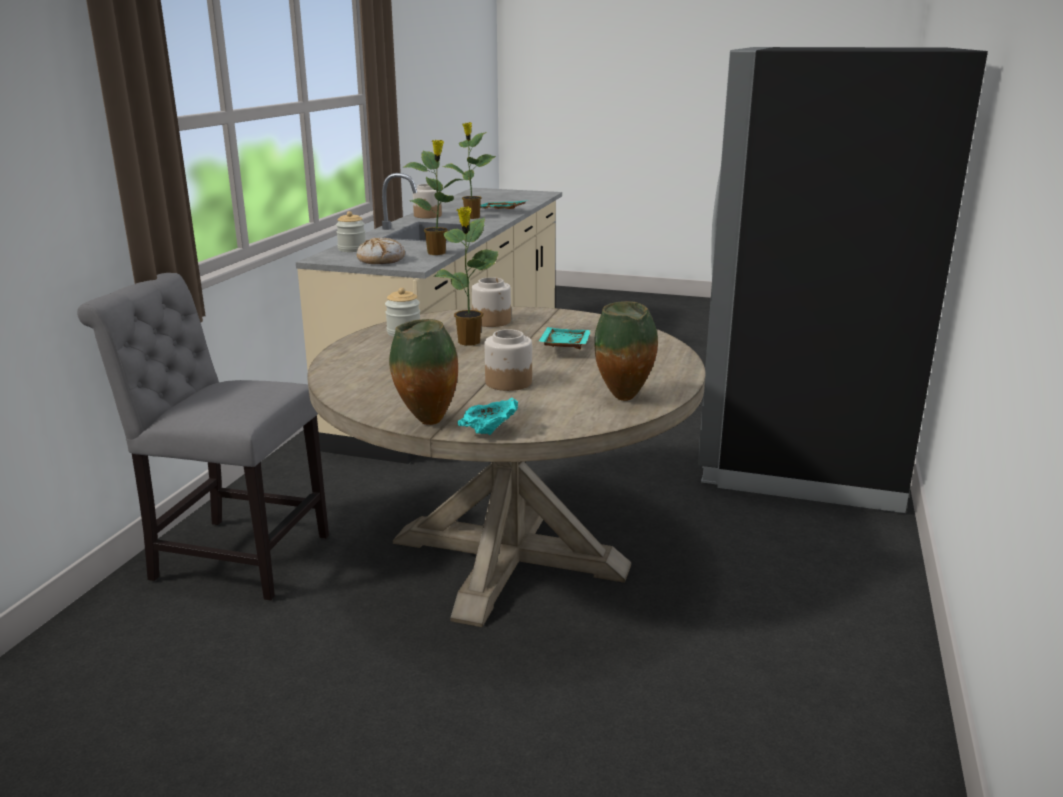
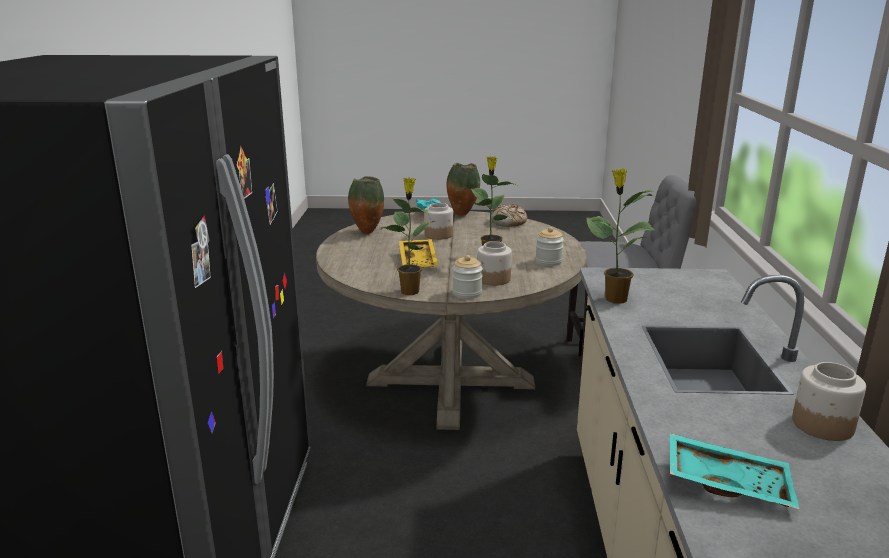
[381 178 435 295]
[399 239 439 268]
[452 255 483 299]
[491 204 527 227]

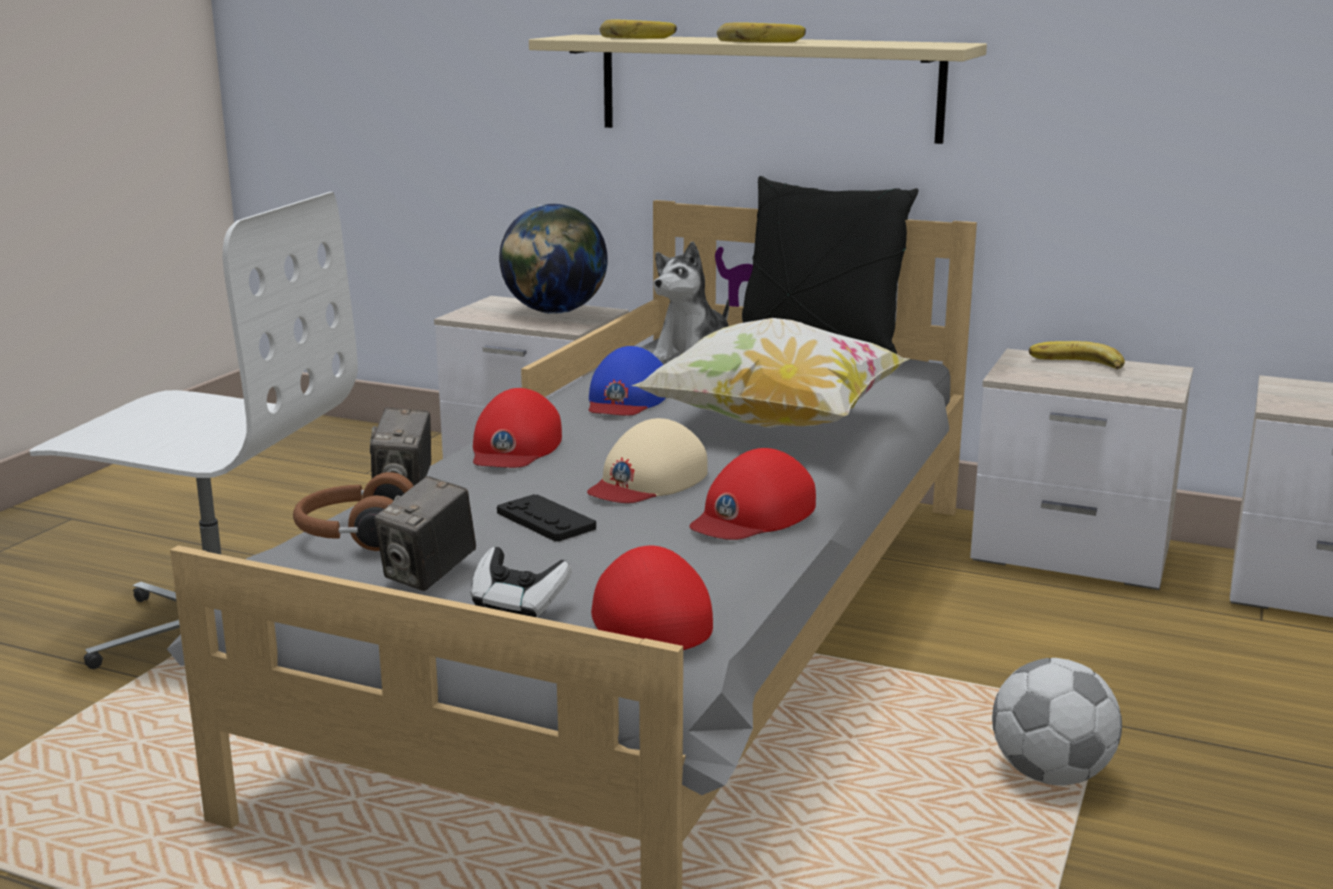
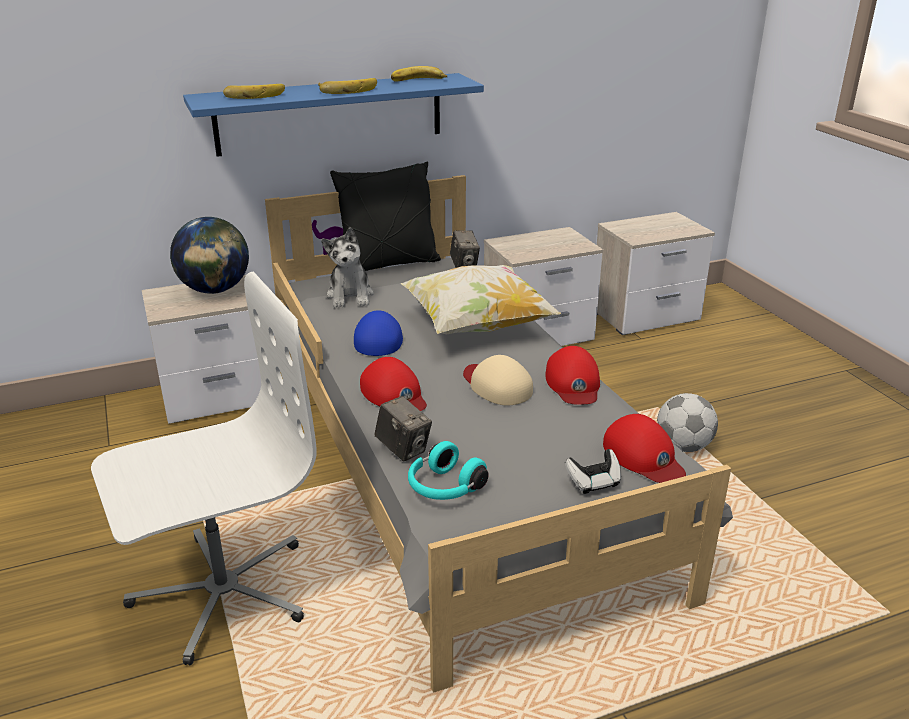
[183 73 484 157]
[354 310 403 356]
[391 66 447 82]
[408 441 489 500]
[450 231 480 268]
[463 355 533 405]
[603 414 686 483]
[497 494 596 541] (first image)

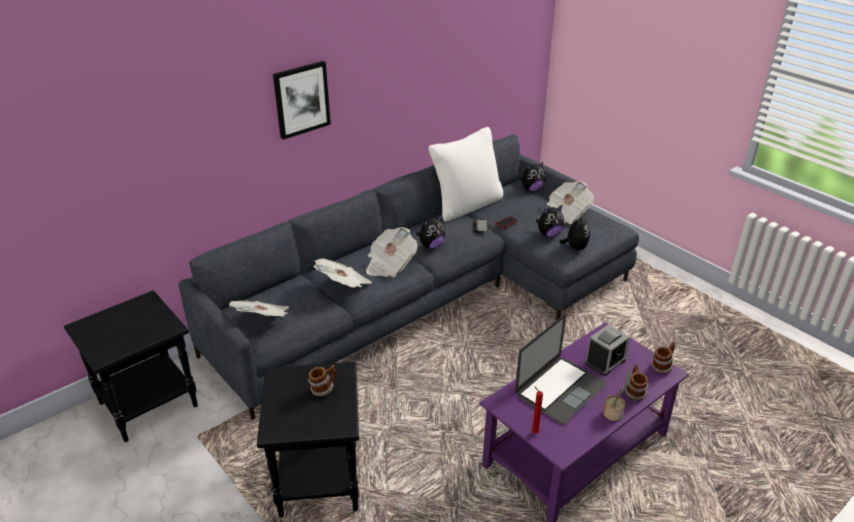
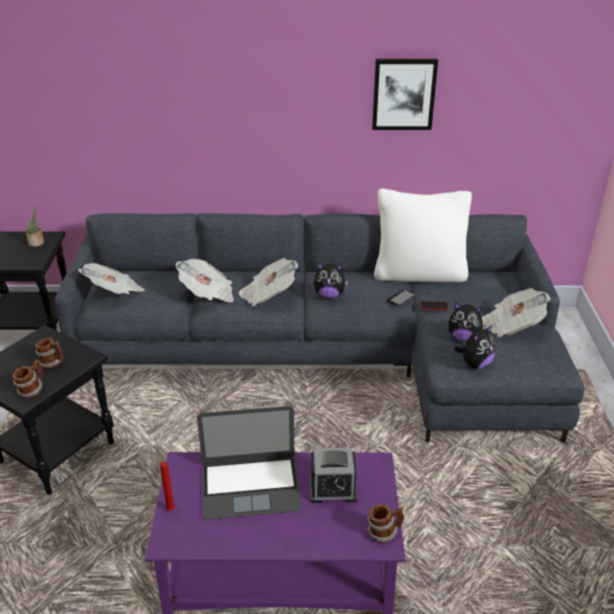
[12 360 43 398]
[26 205 44 247]
[372 59 438 130]
[520 162 545 192] (first image)

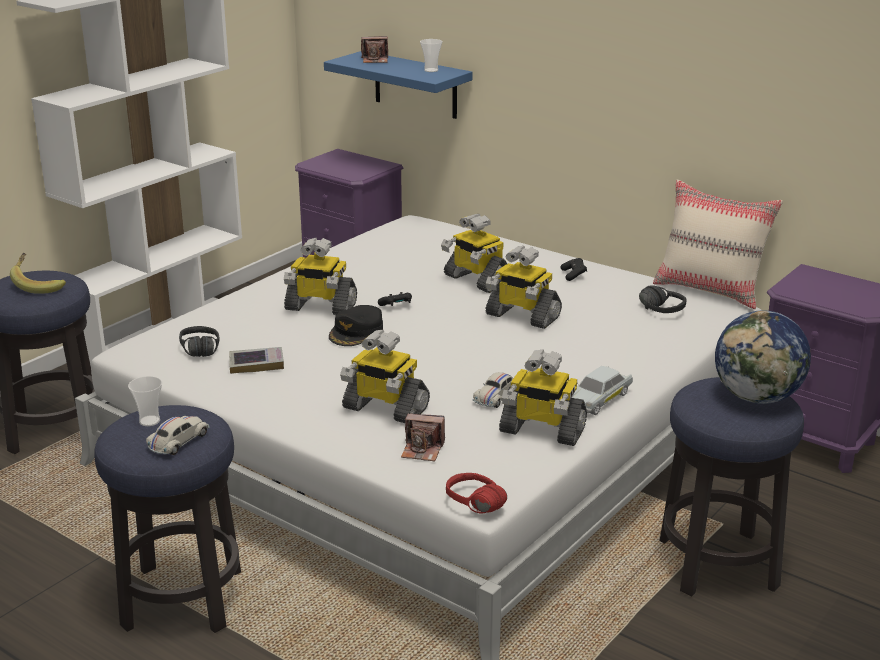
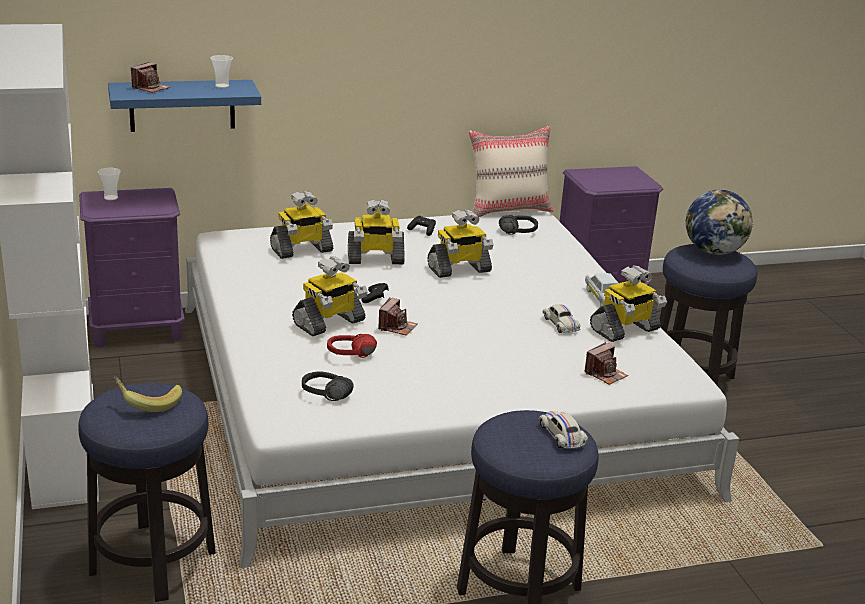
[98 168 121 200]
[270 191 333 259]
[327 334 377 358]
[378 298 417 336]
[229 347 284 374] (first image)

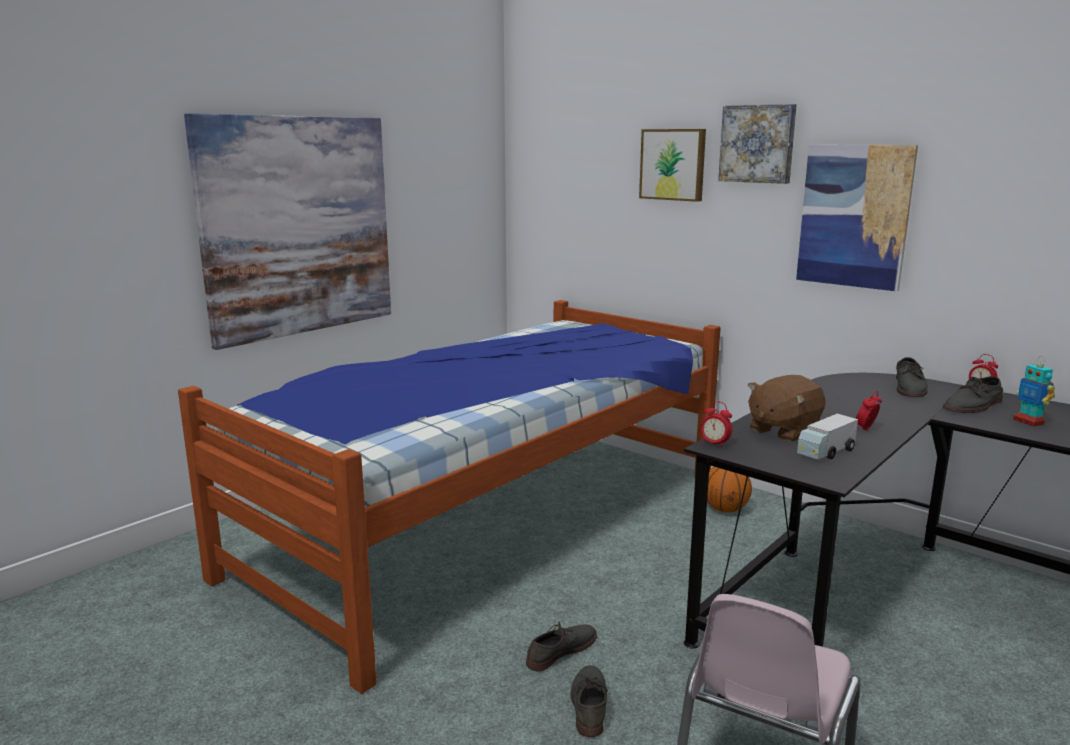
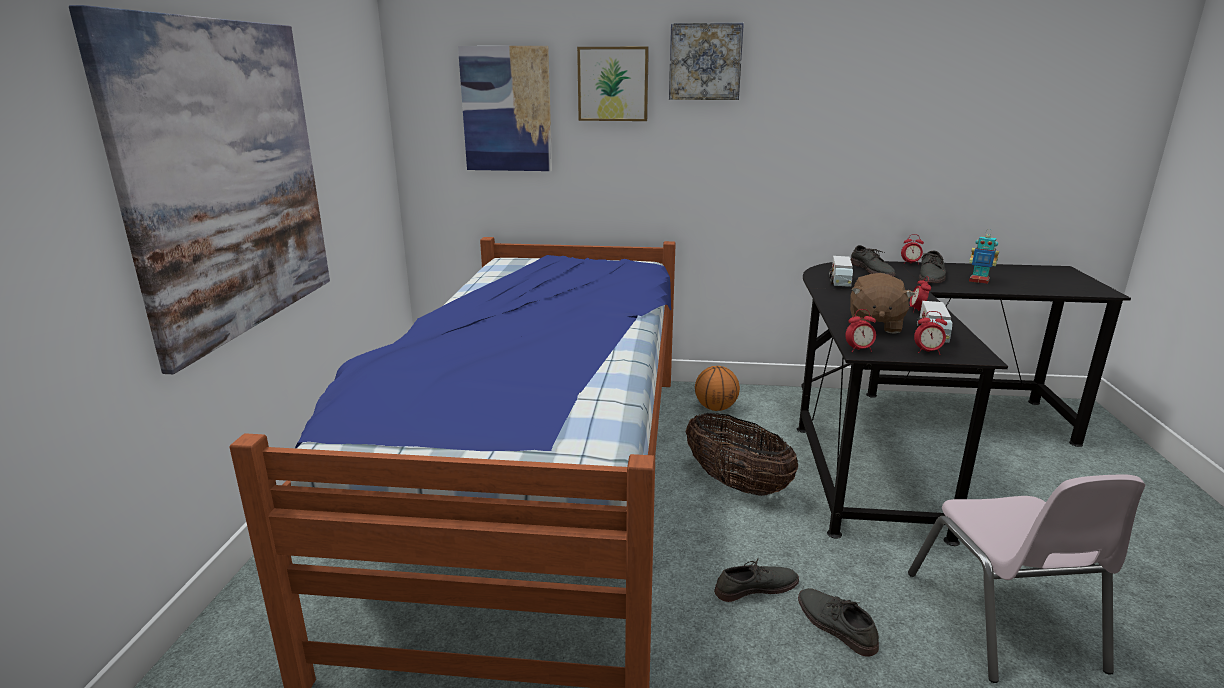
[458 46 552 171]
[686 413 798 496]
[714 559 799 602]
[829 256 853 287]
[914 311 947 355]

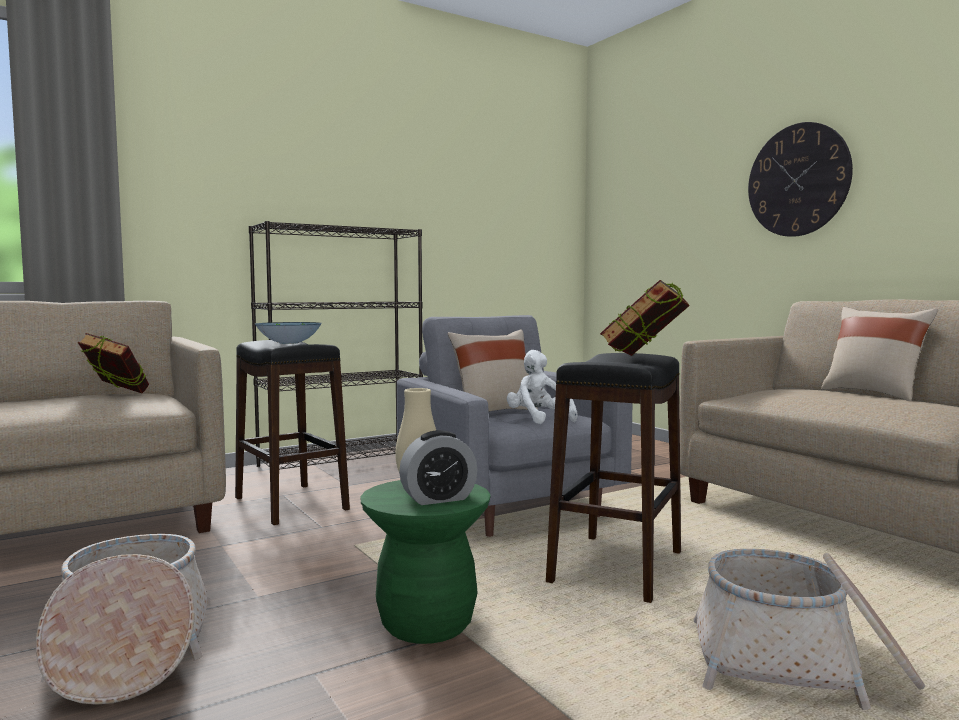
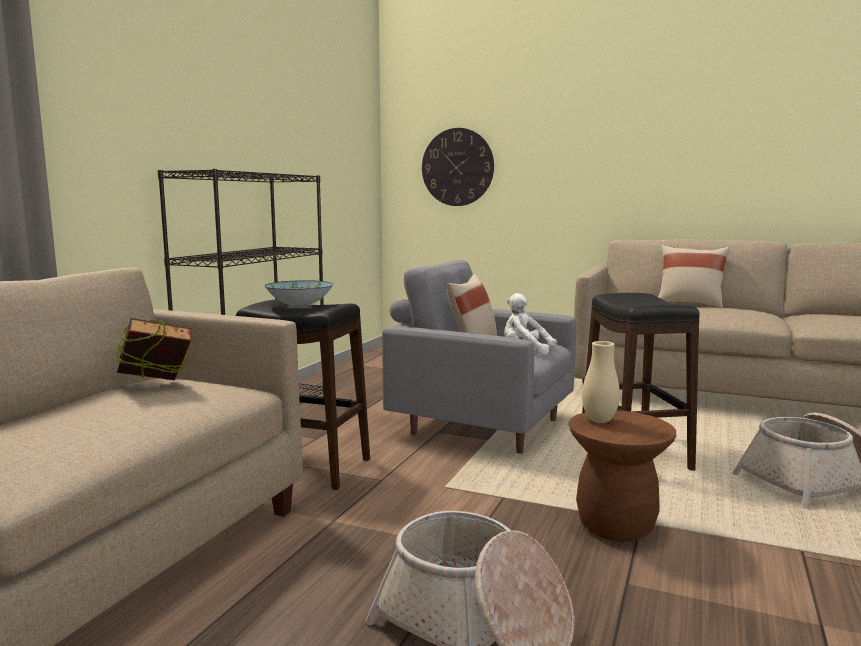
[422 128 494 206]
[568 410 676 542]
[399 430 478 505] (first image)
[600 280 690 356] (first image)

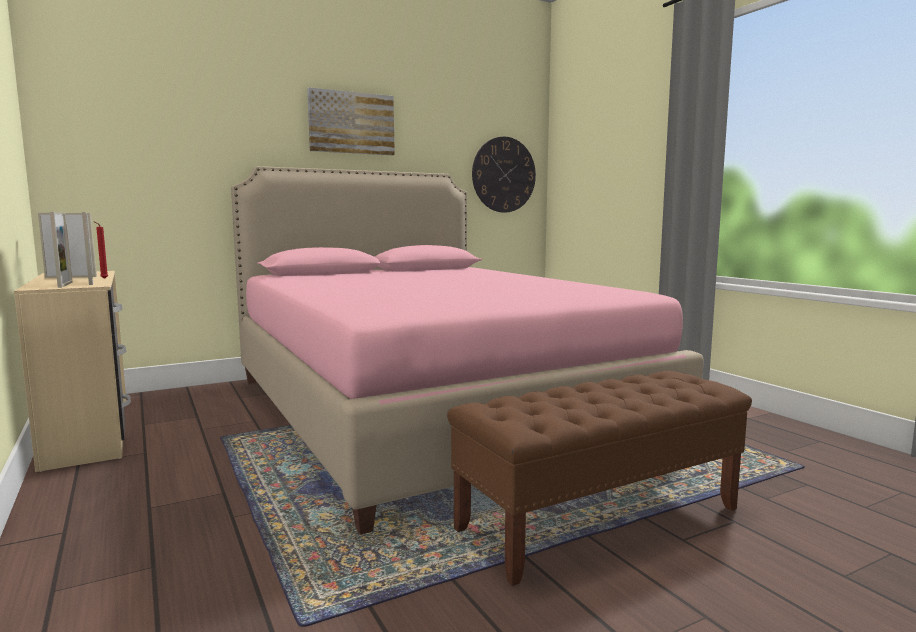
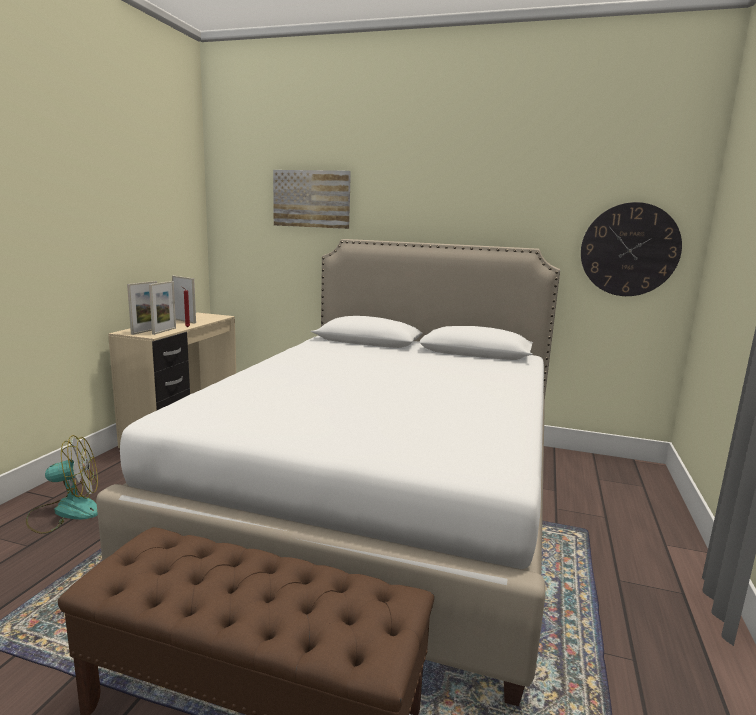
[26 435 98 534]
[96 239 560 707]
[273 170 351 229]

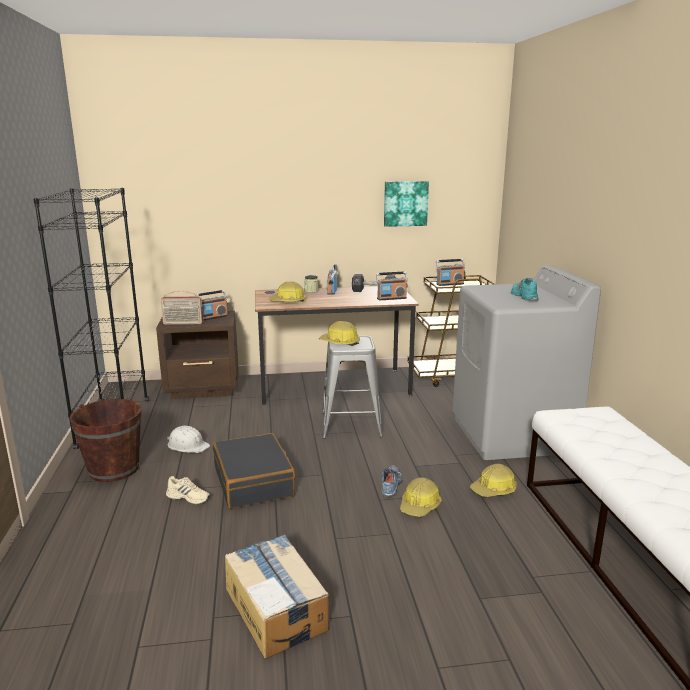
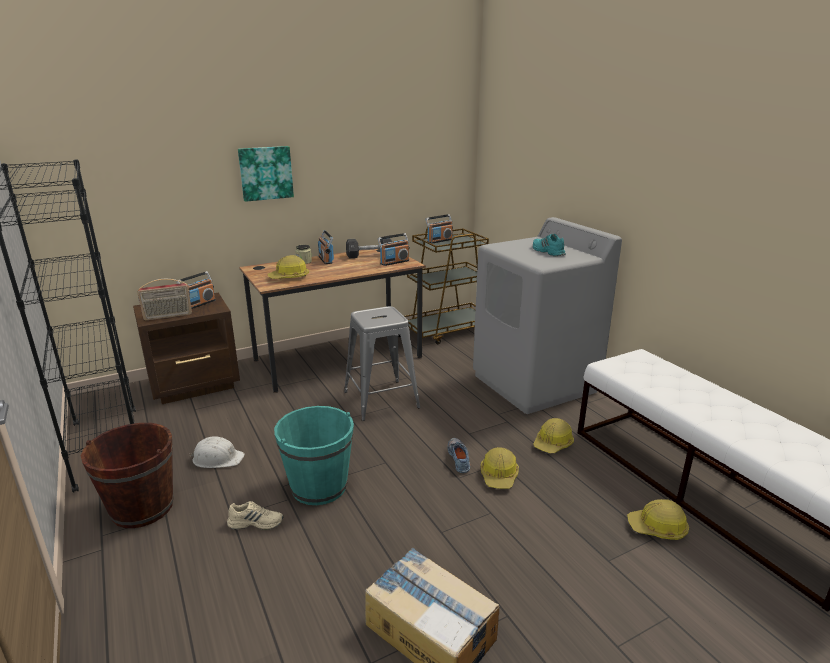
[238 146 294 202]
[274 406 354 505]
[627 499 689 540]

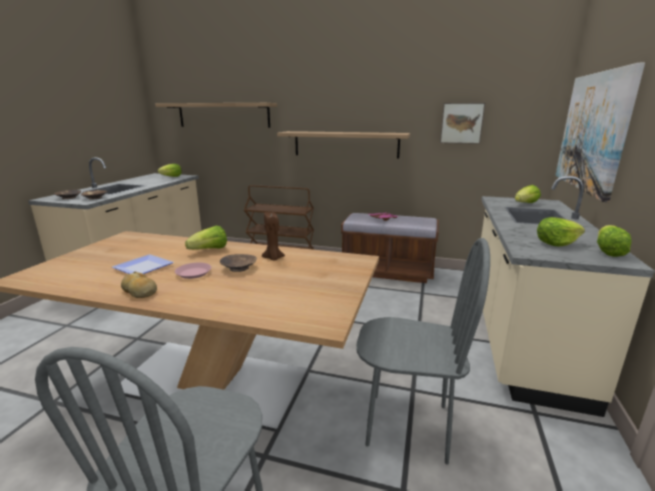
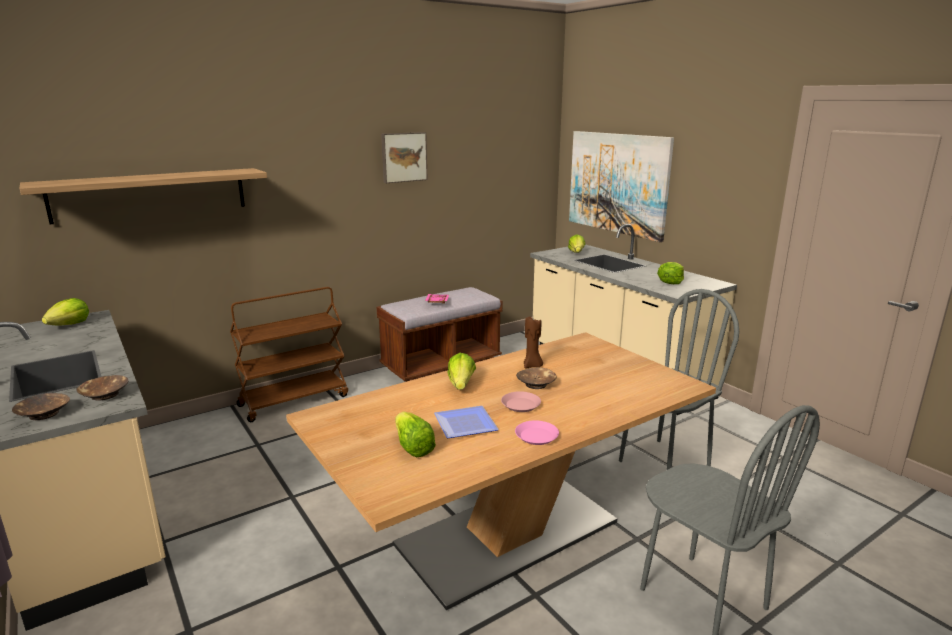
[381 132 428 183]
[395 412 436 457]
[515 420 559 445]
[277 131 410 158] (first image)

